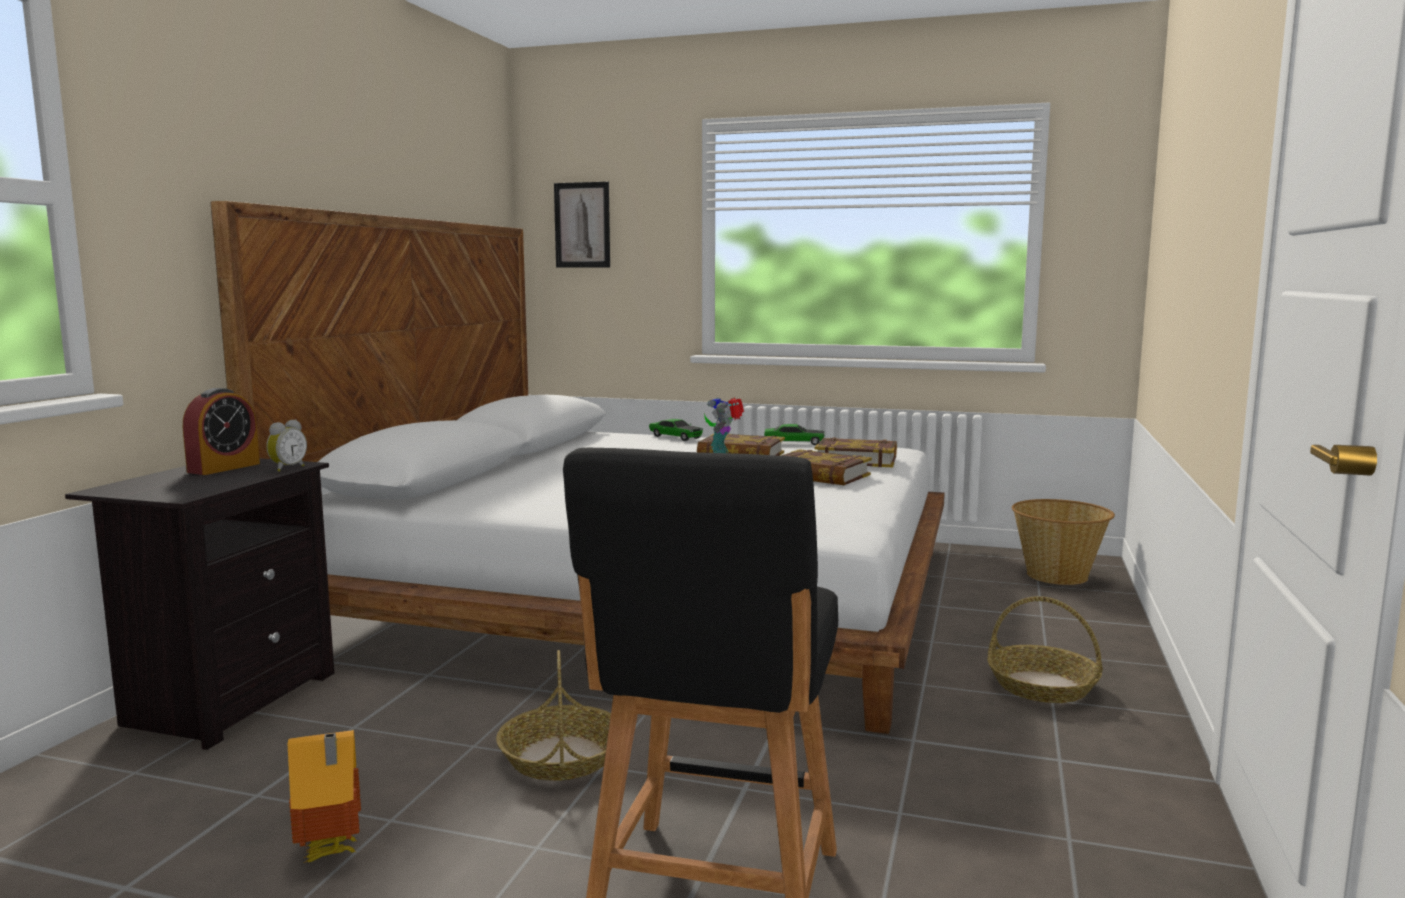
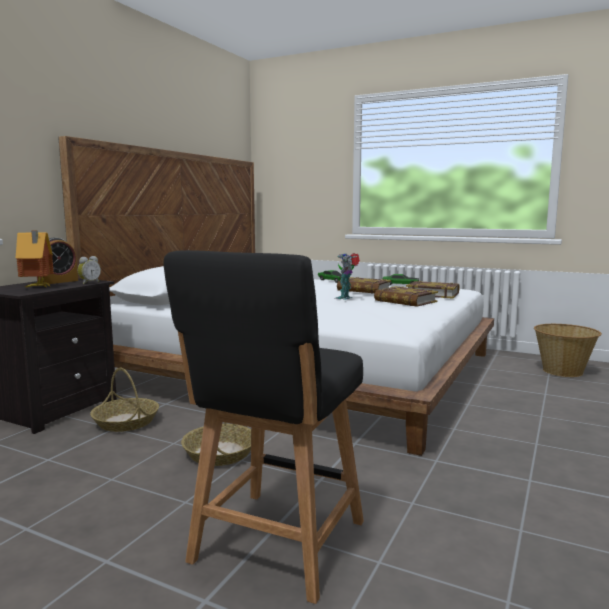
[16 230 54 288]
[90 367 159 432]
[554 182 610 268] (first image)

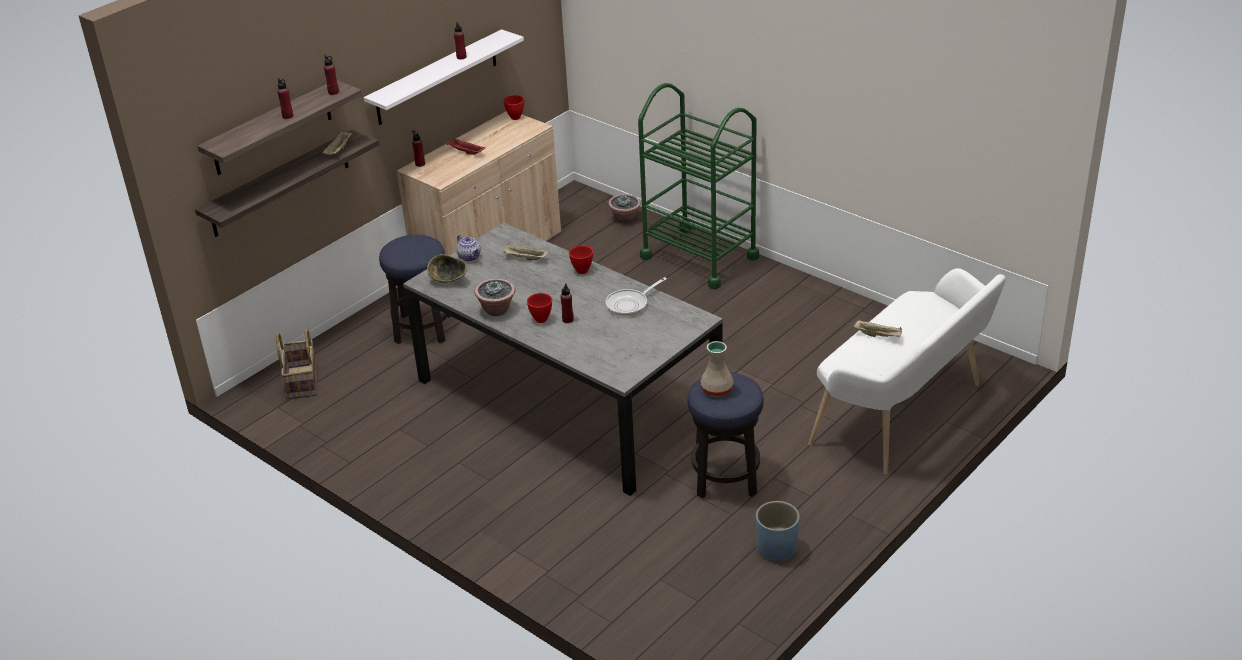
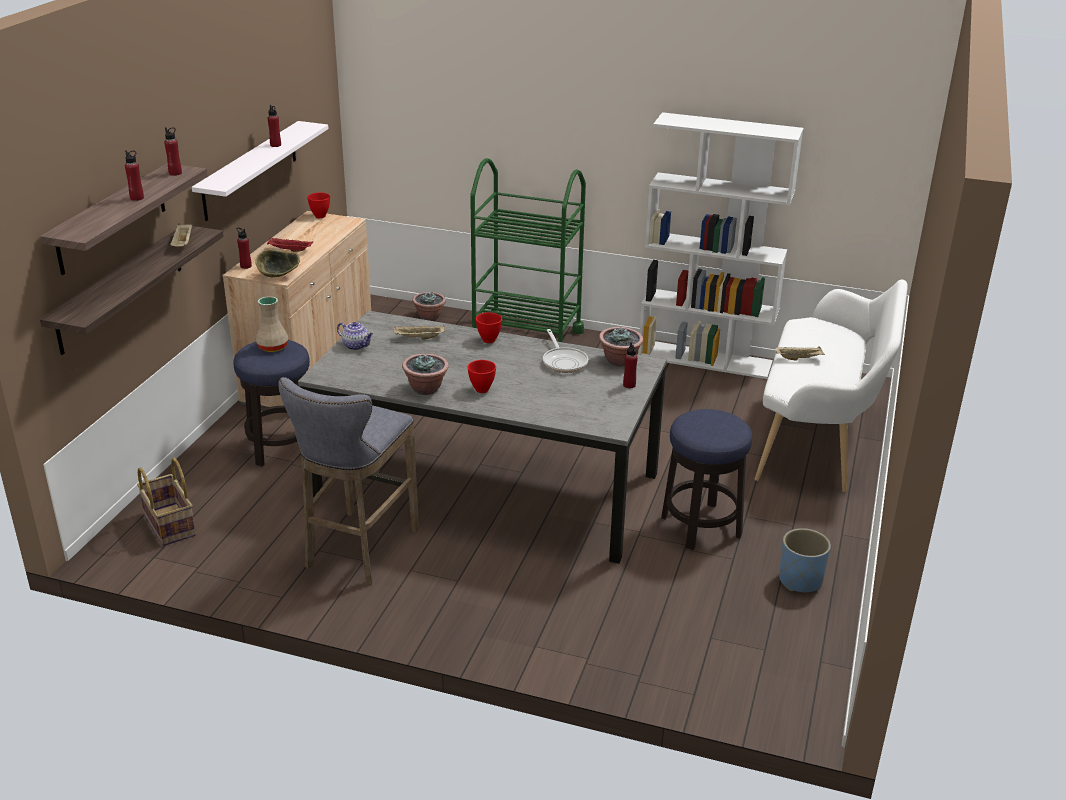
[255 250 300 277]
[256 296 289 352]
[279 377 419 585]
[543 329 588 373]
[599 327 643 367]
[623 342 638 388]
[638 112 803 379]

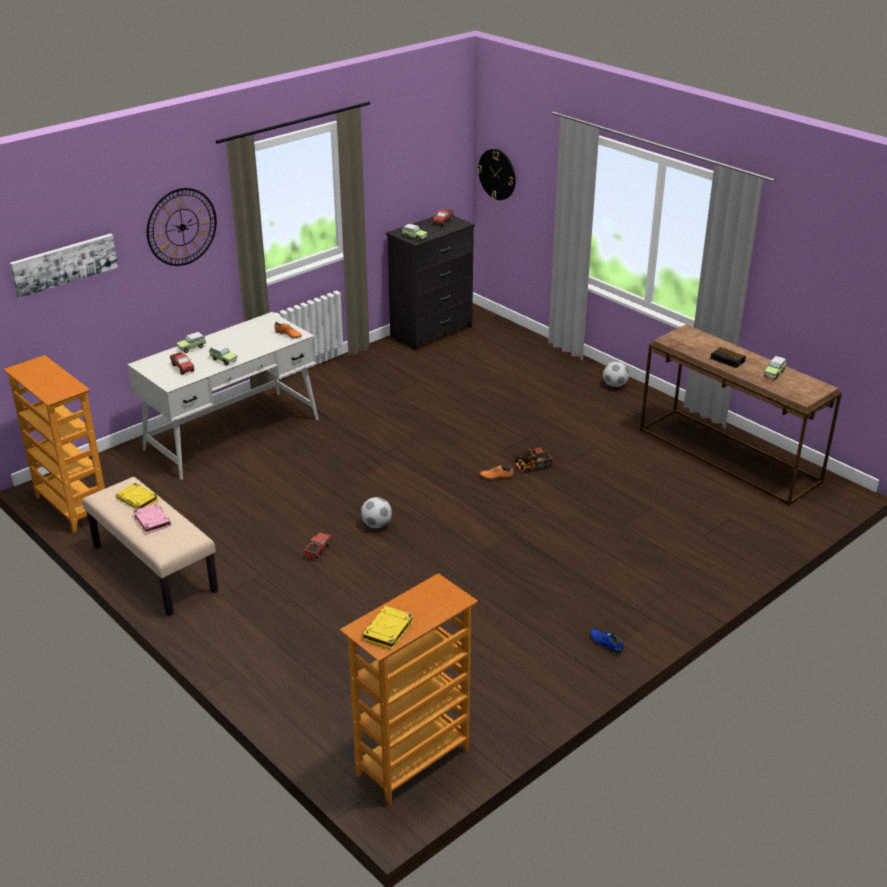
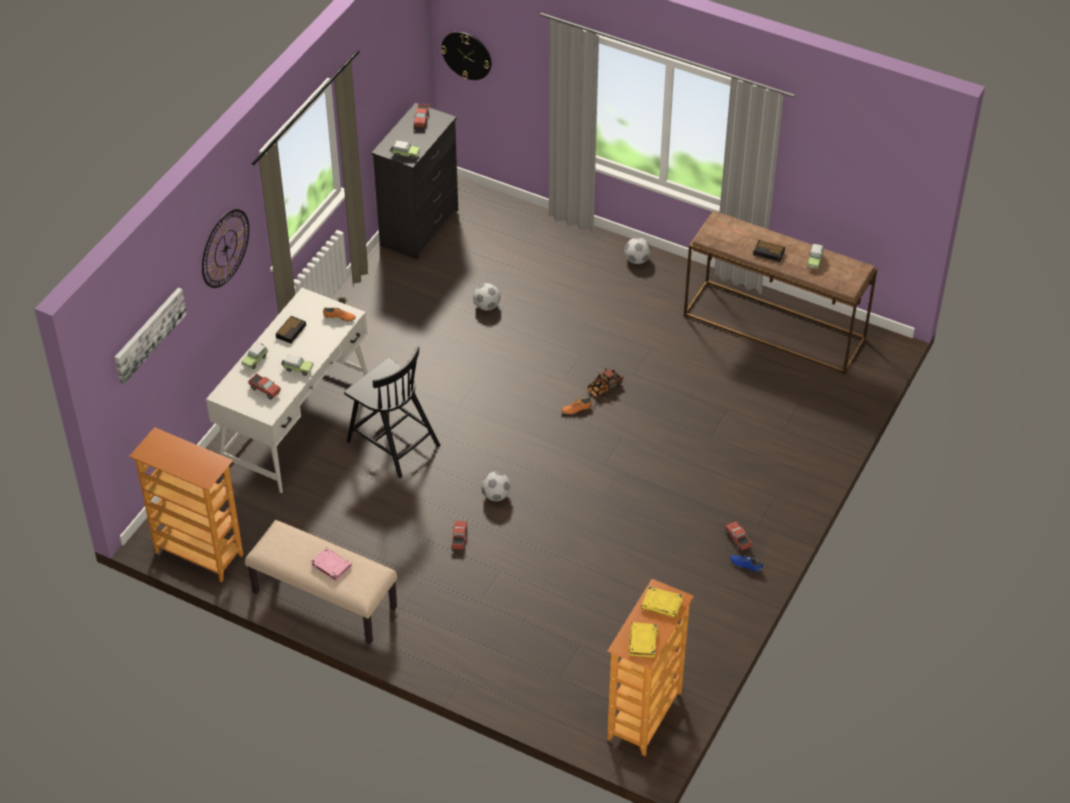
[276 316 306 344]
[344 346 440 478]
[473 283 500 311]
[641 586 683 618]
[725 521 752 550]

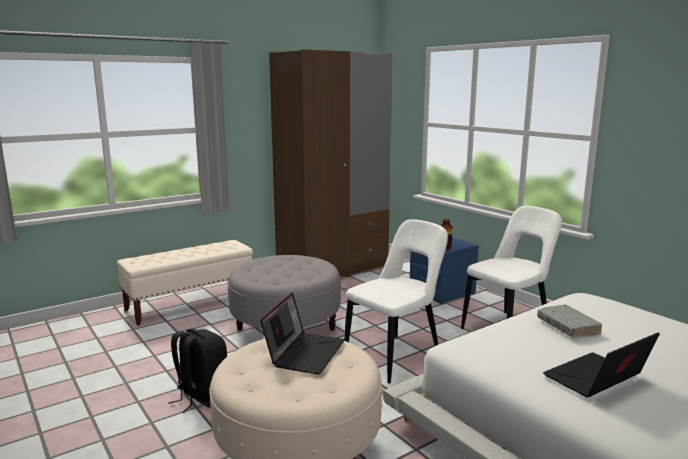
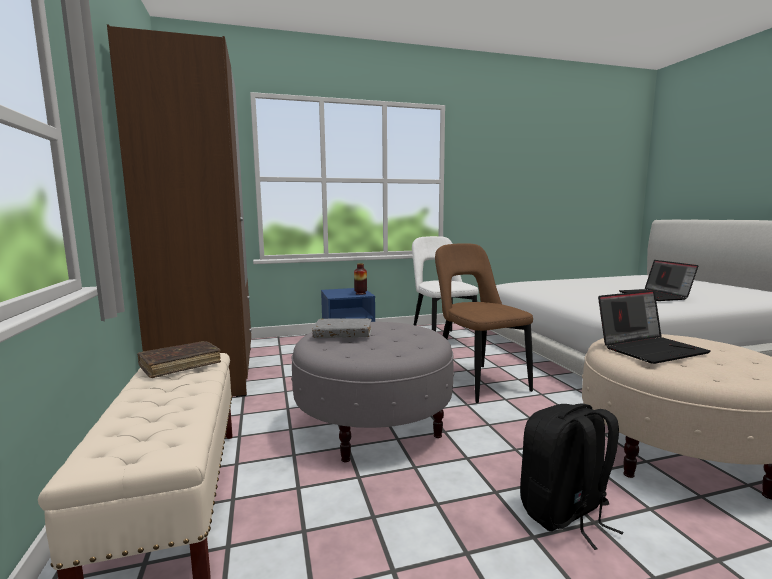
[137 341 221 378]
[312 318 372 338]
[435 243 533 403]
[598 290 711 364]

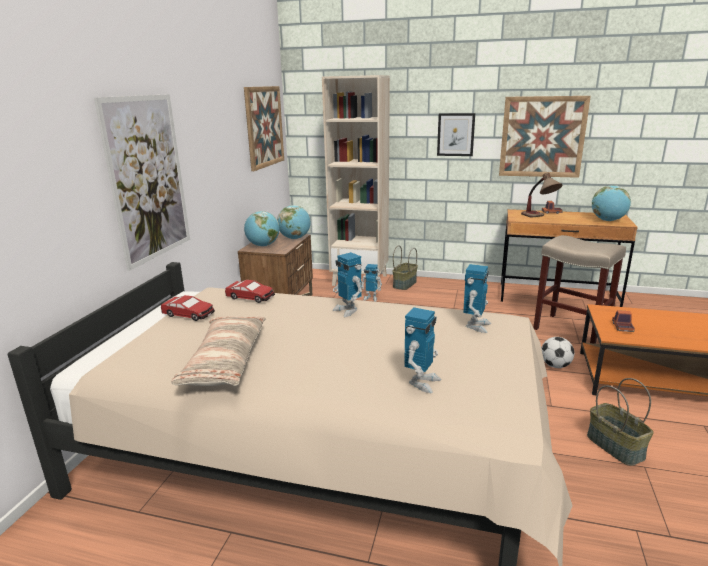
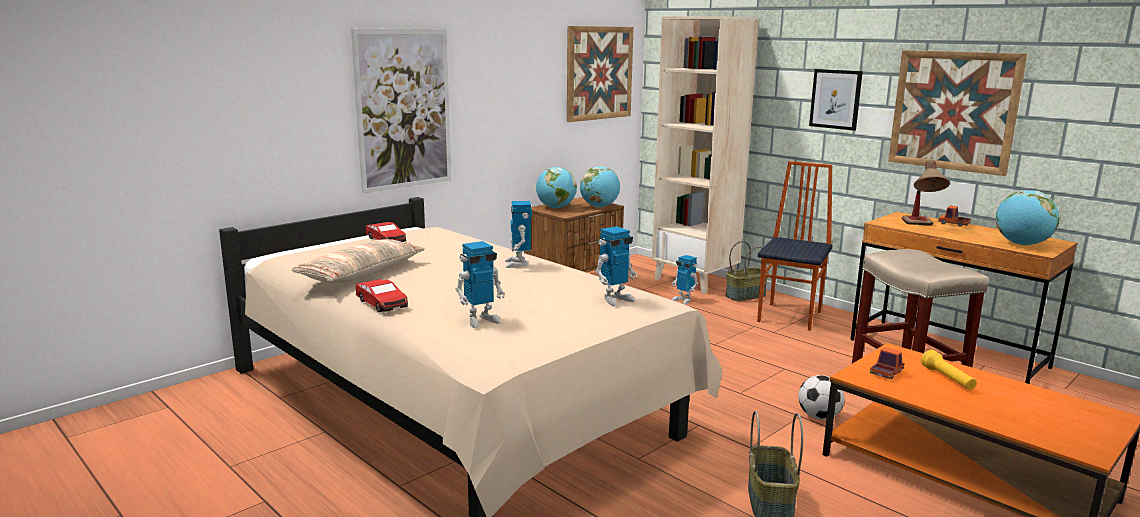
[356 279 408 312]
[757 161 833 331]
[921 350 977 390]

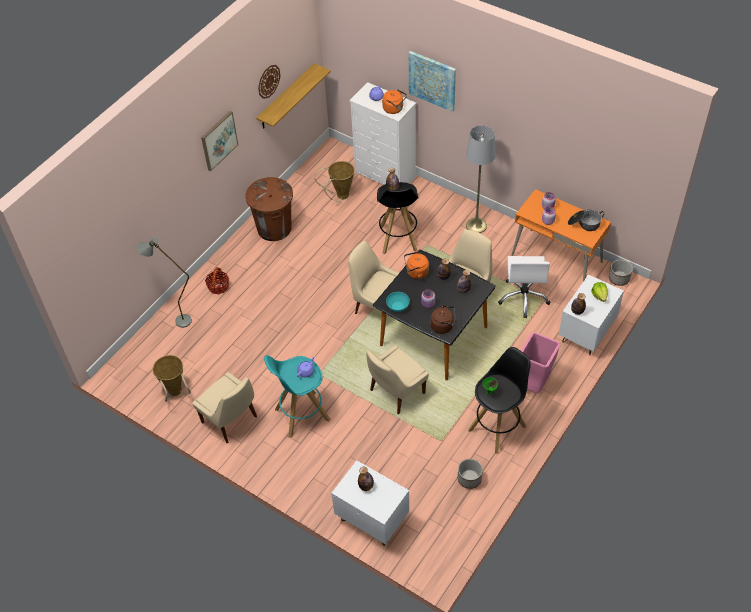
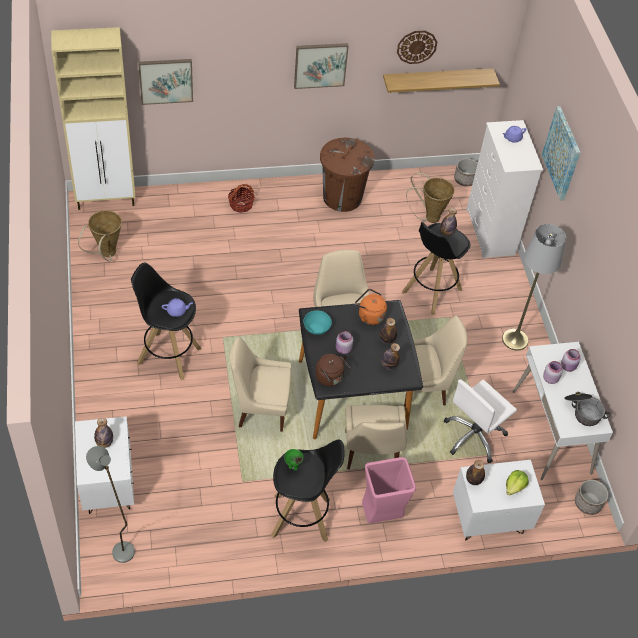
[51 27 135 210]
[86 446 135 563]
[131 263 201 380]
[138 59 193 105]
[345 405 407 470]
[454 159 478 186]
[513 342 613 480]
[382 89 407 114] (first image)

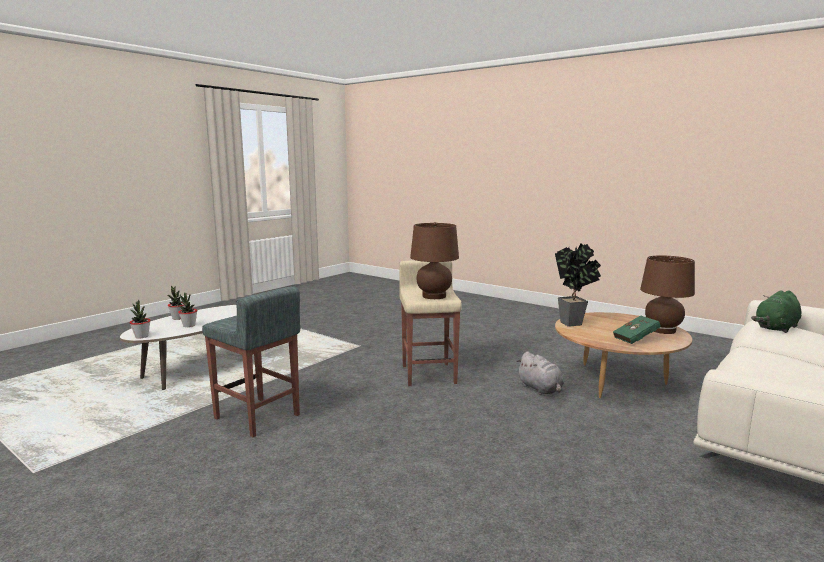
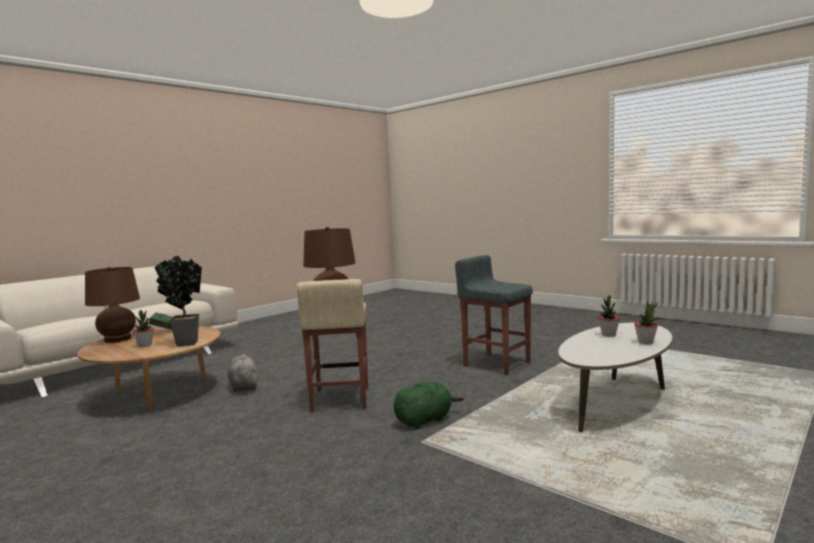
[133 310 154 347]
[394 382 464 429]

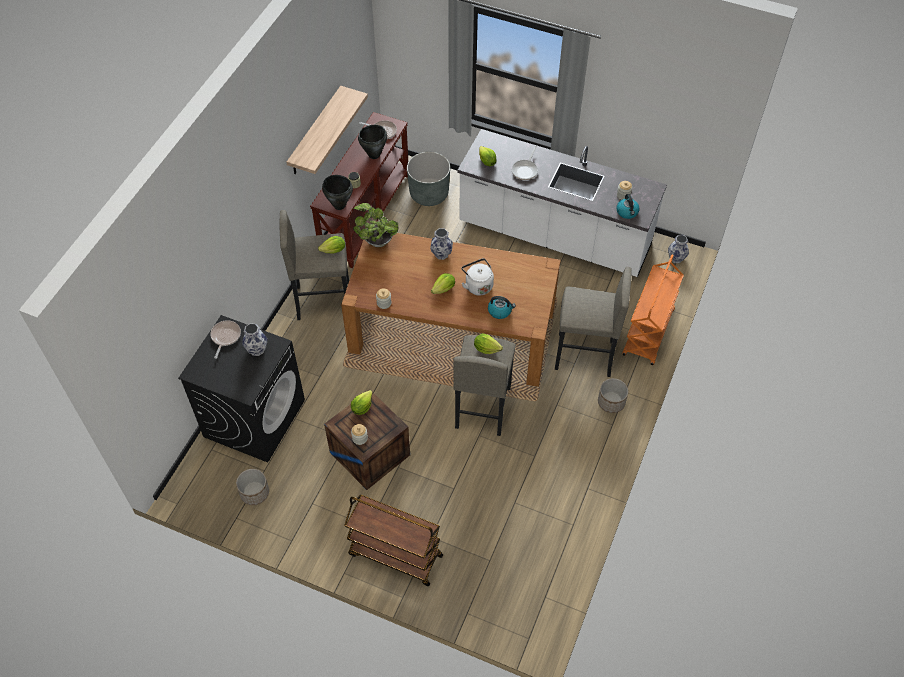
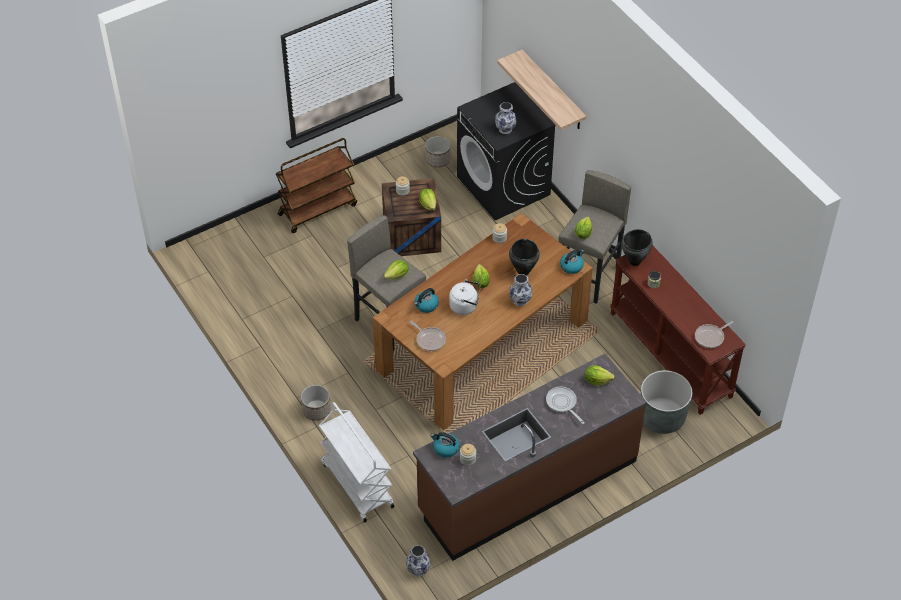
[319 402 394 523]
[410 320 446 351]
[413 354 647 561]
[497 50 586 130]
[509 239 540 275]
[560 249 584 274]
[555 267 632 377] (first image)

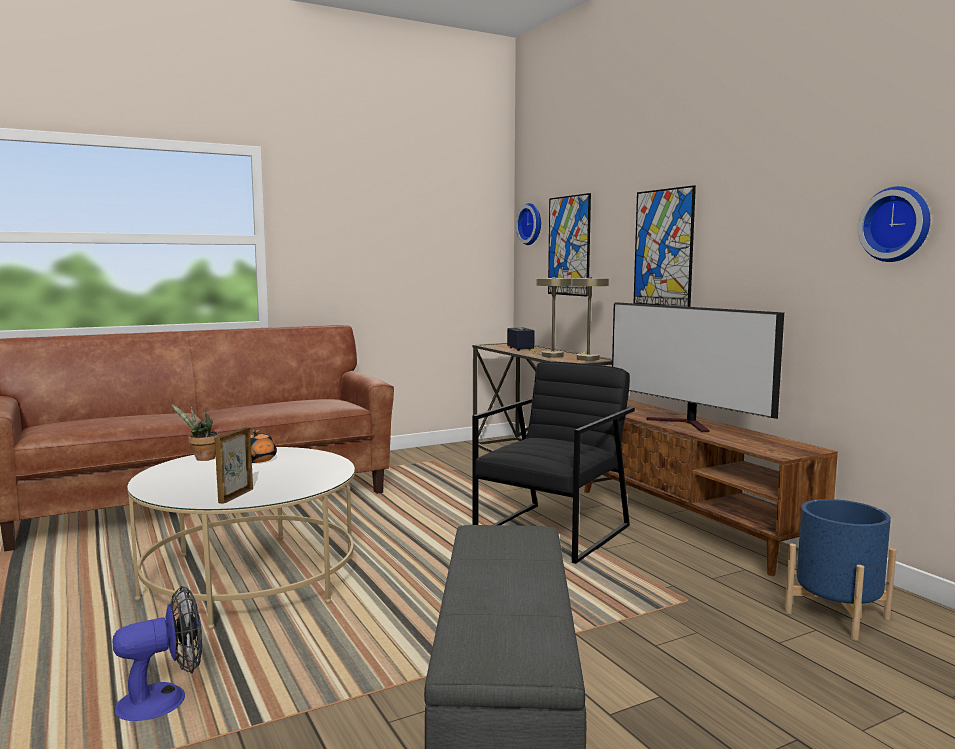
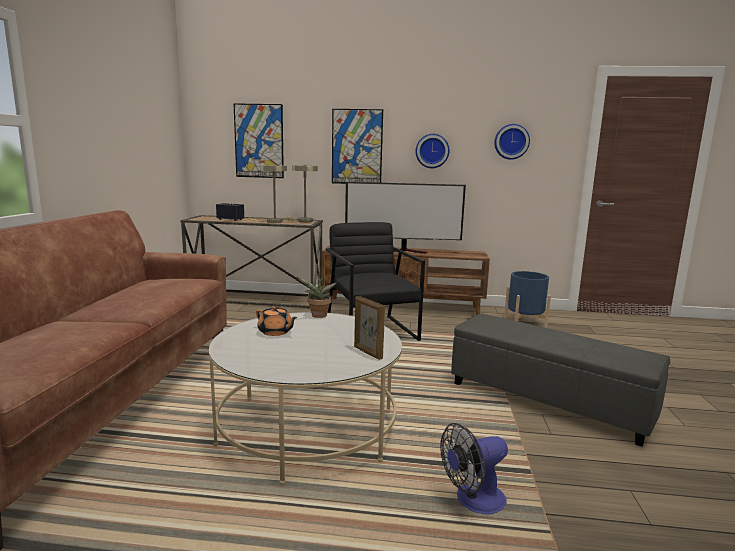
[297 275 336 318]
[416 134 450 168]
[440 423 508 514]

